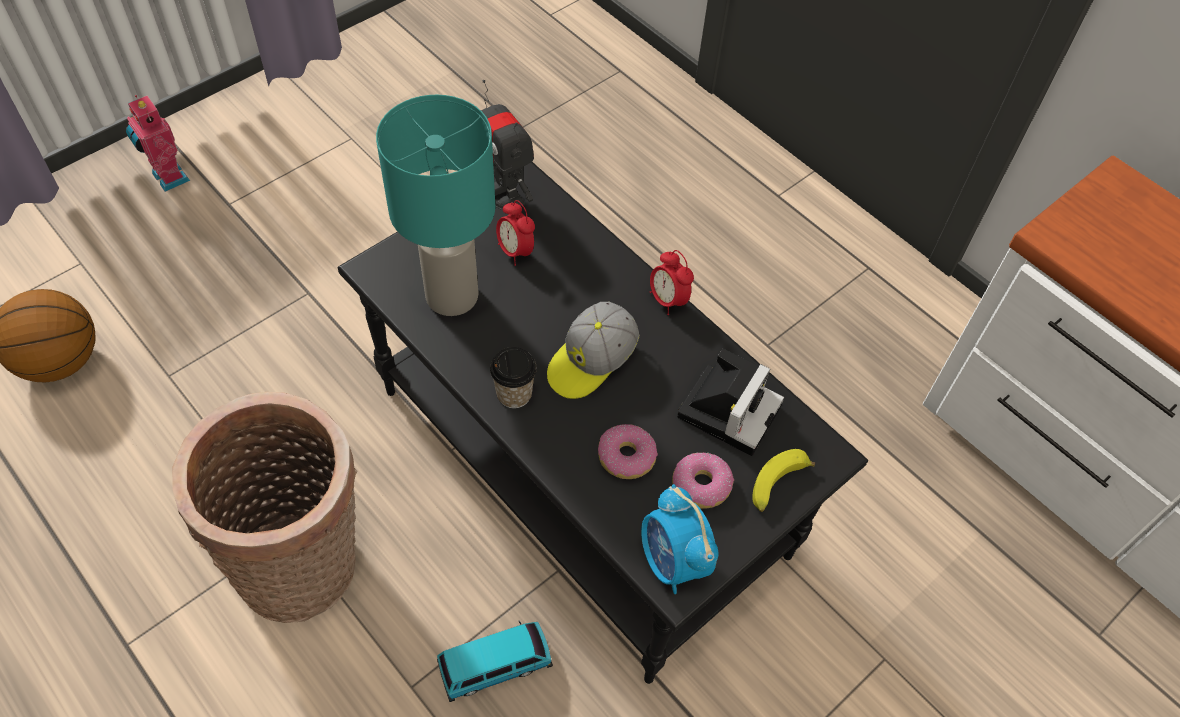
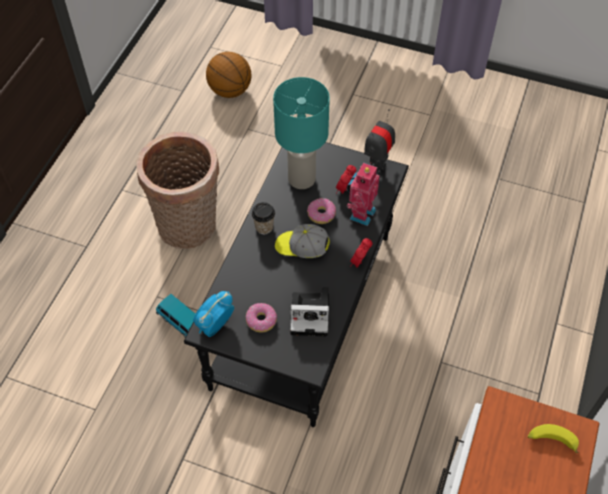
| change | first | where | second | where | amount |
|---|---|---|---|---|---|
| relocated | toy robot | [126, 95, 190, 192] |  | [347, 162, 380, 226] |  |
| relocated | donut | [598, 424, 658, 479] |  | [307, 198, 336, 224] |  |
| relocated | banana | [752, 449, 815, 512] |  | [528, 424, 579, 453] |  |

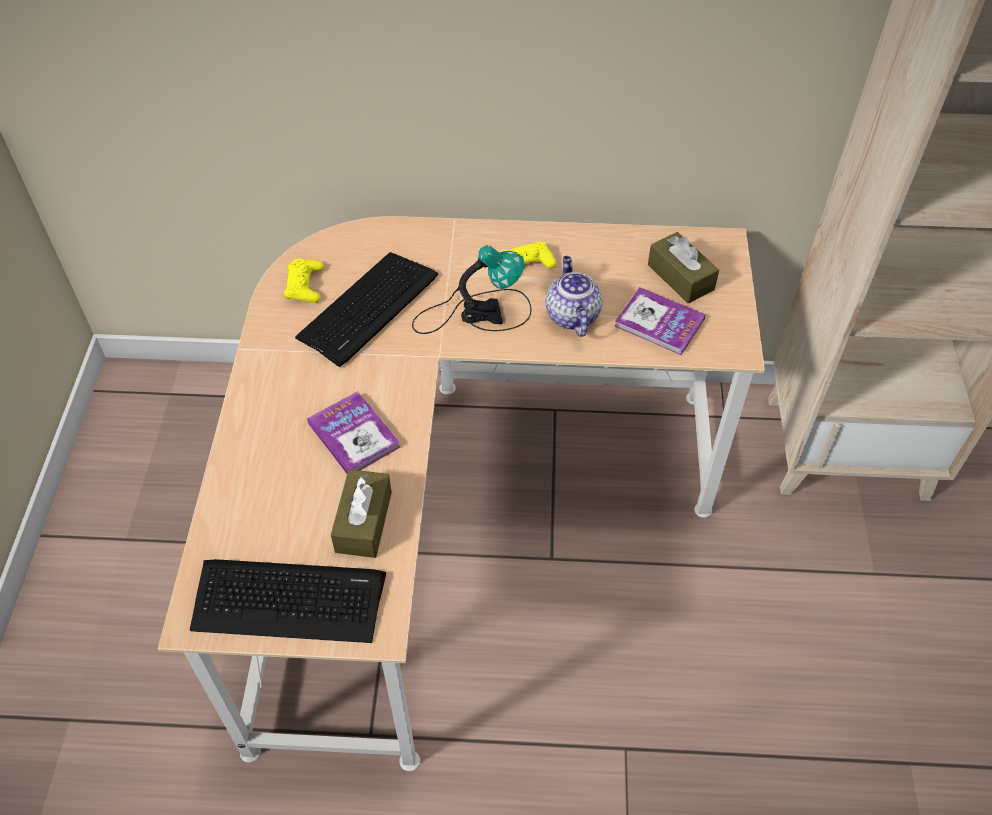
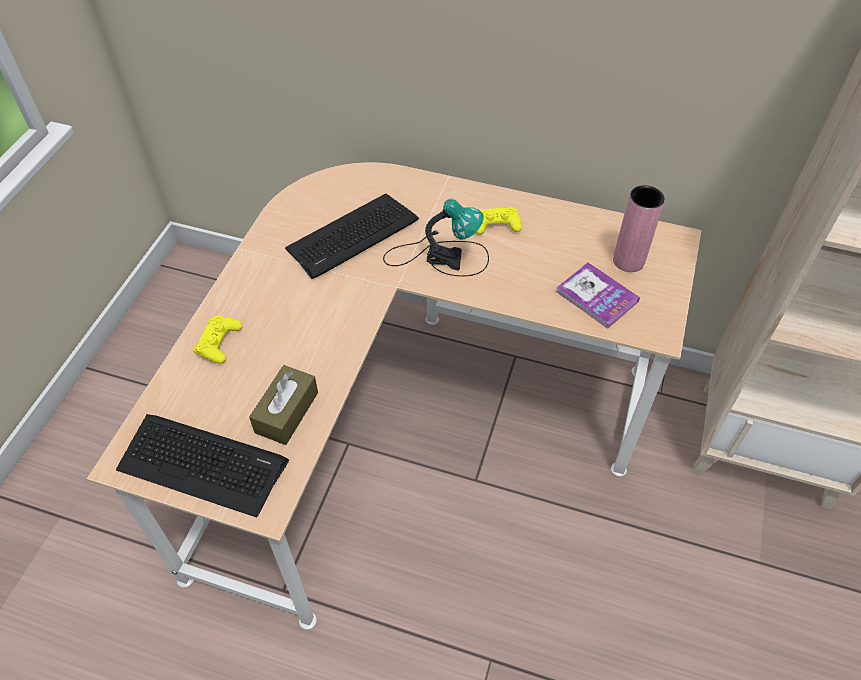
| change | first | where | second | where | amount |
|---|---|---|---|---|---|
| relocated | yellow game controller | [284, 259, 324, 303] |  | [193, 315, 242, 364] |  |
| missing | book | [307, 391, 401, 473] |  |  |  |
| missing | teapot | [546, 256, 603, 337] |  |  |  |
| exchanged | brown tissue box | [648, 232, 719, 303] | pink vase | [613, 185, 665, 272] |  |

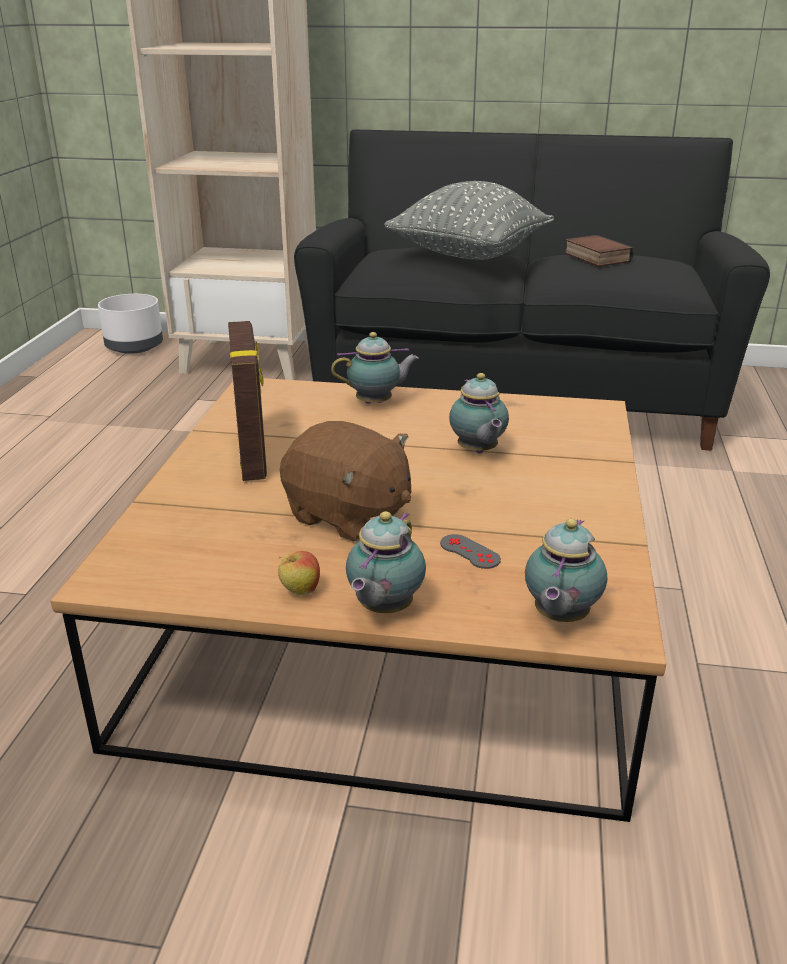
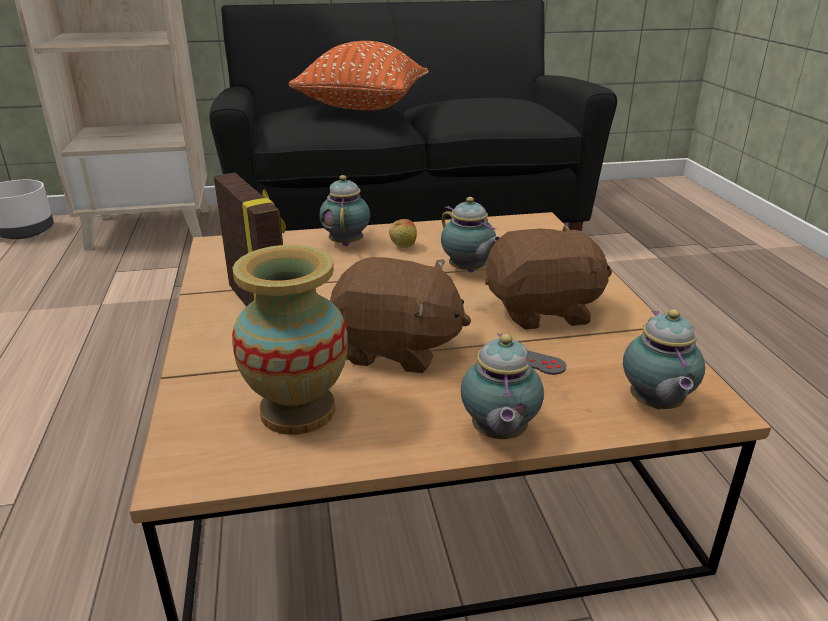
| change | first | where | second | where | amount |
|---|---|---|---|---|---|
| relocated | apple | [278, 551, 320, 595] |  | [389, 219, 417, 248] |  |
| spun | teapot | [331, 332, 419, 404] |  | [319, 175, 370, 246] | 60 degrees counterclockwise |
| colour | grey pillow | [384, 181, 554, 260] | orange pillow | [288, 41, 429, 110] |  |
| missing | book | [564, 235, 633, 267] |  |  |  |
| appeared |  |  | vase | [232, 245, 348, 435] |  |
| appeared |  |  | brown plush toy | [485, 225, 612, 330] |  |

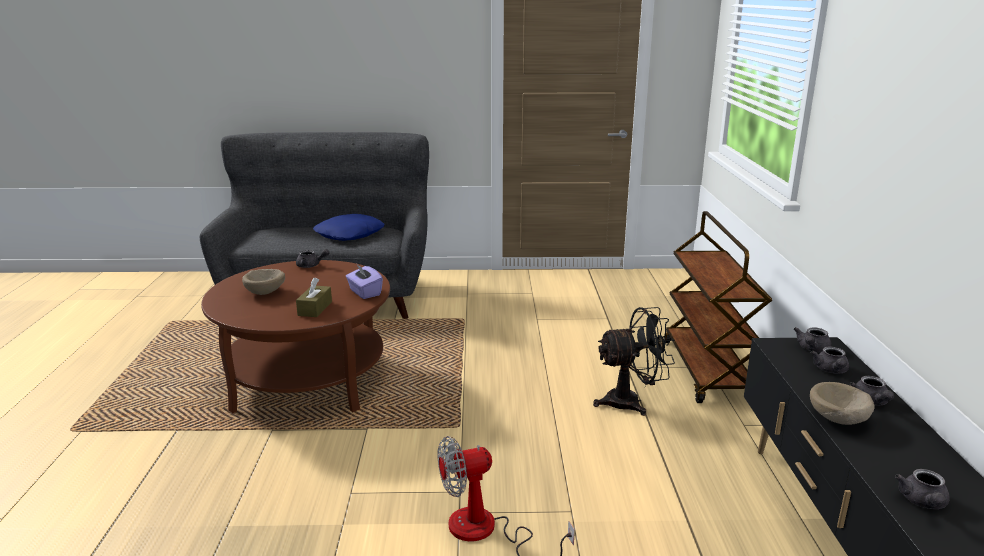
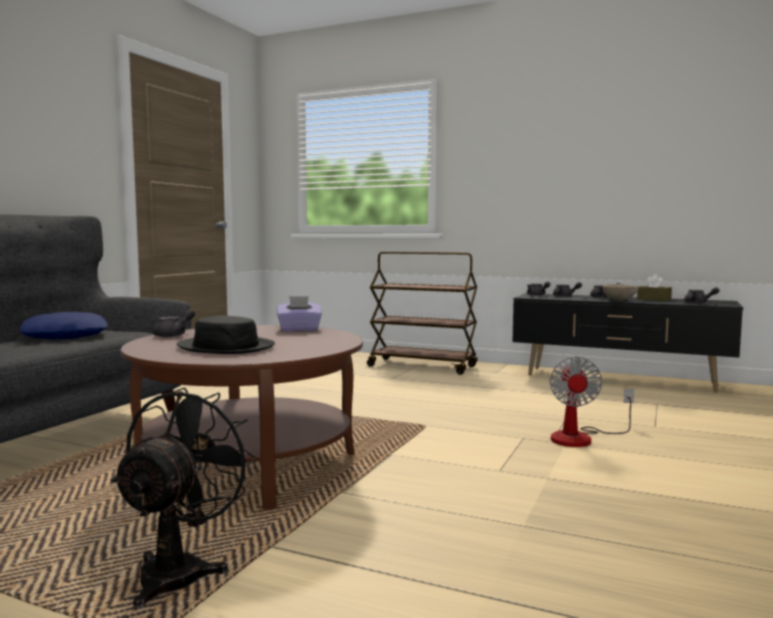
| change | first | where | second | where | amount |
|---|---|---|---|---|---|
| exchanged | beige bowl | [242, 269, 285, 295] | black hat | [177, 316, 275, 354] |  |
| relocated | brown tissue box | [296, 278, 332, 317] |  | [637, 275, 672, 301] |  |
| relocated | black fan | [593, 307, 675, 416] |  | [111, 388, 257, 609] |  |

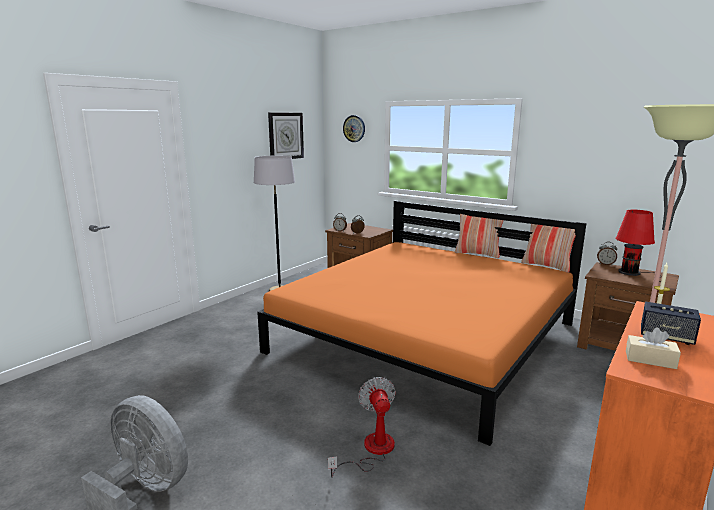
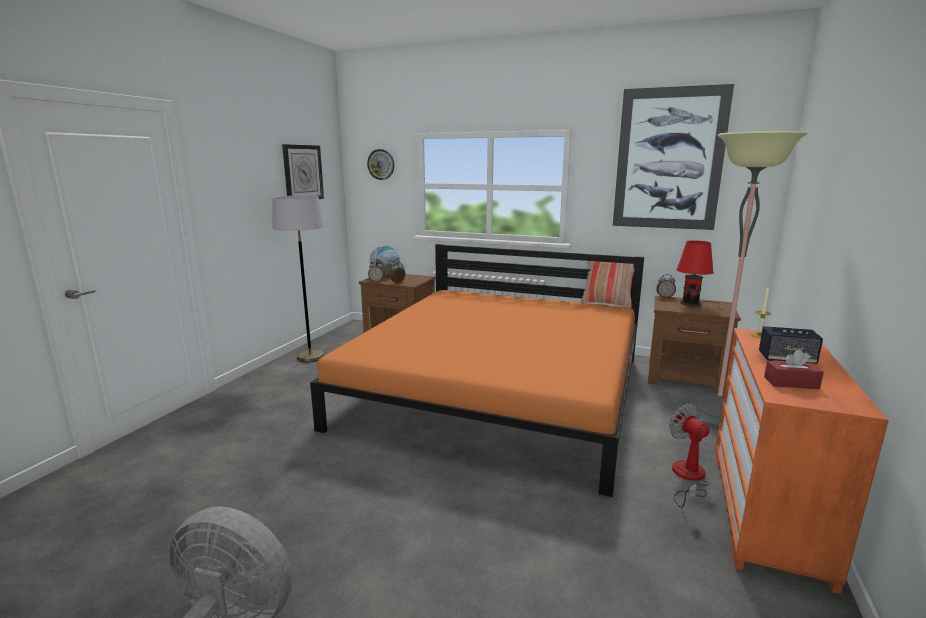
| change | first | where | second | where | amount |
|---|---|---|---|---|---|
| relocated | fan | [328, 377, 396, 478] |  | [669, 404, 710, 508] |  |
| missing | pillow | [455, 214, 504, 258] |  |  |  |
| colour | beige tissue box | [626, 327, 681, 369] | red tissue box | [764, 350, 824, 389] |  |
| appeared |  |  | globe | [370, 246, 400, 276] |  |
| appeared |  |  | picture | [613, 84, 734, 230] |  |

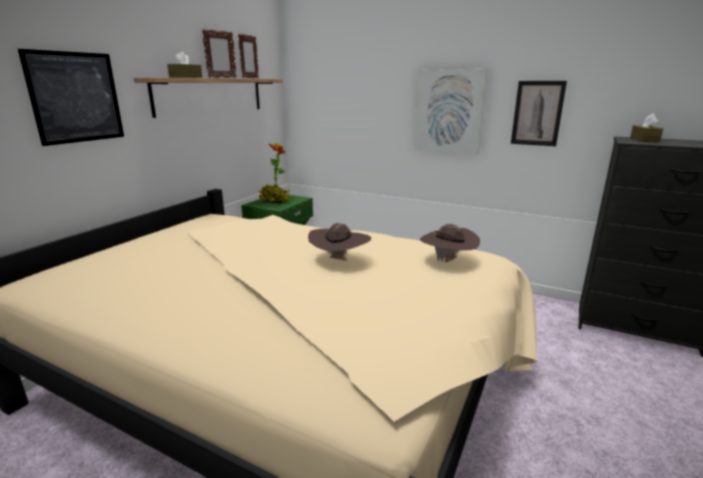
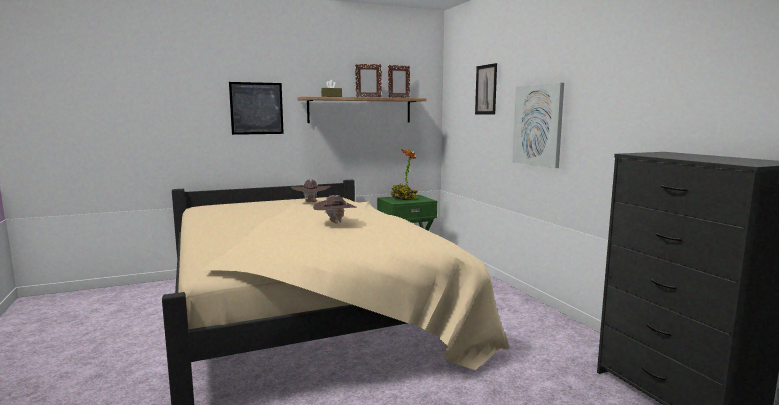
| change | first | where | second | where | amount |
|---|---|---|---|---|---|
| relocated | brown hat | [420, 224, 480, 262] |  | [291, 179, 331, 202] |  |
| relocated | picture | [511, 81, 567, 146] |  | [475, 63, 497, 115] |  |
| missing | brown tissue box | [630, 113, 663, 143] |  |  |  |

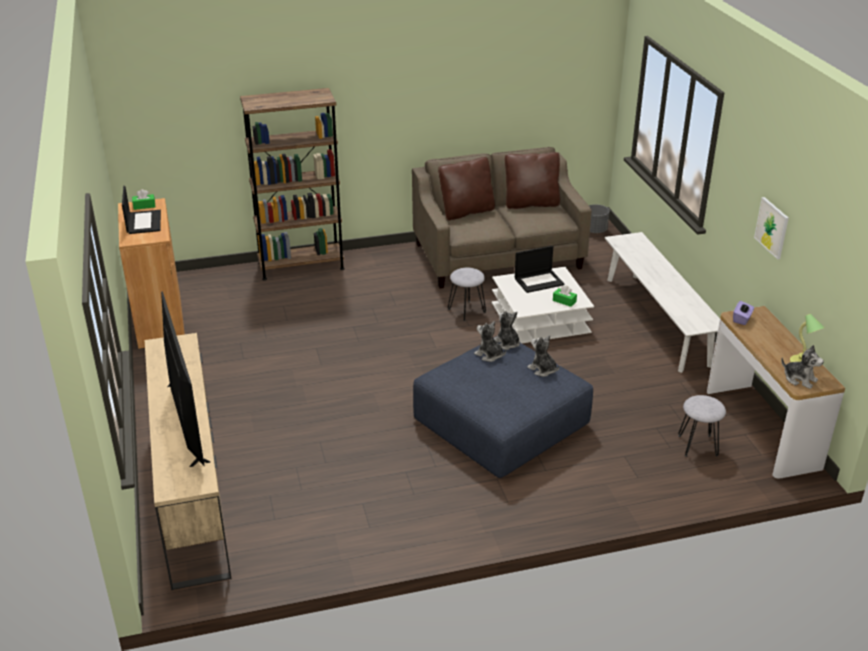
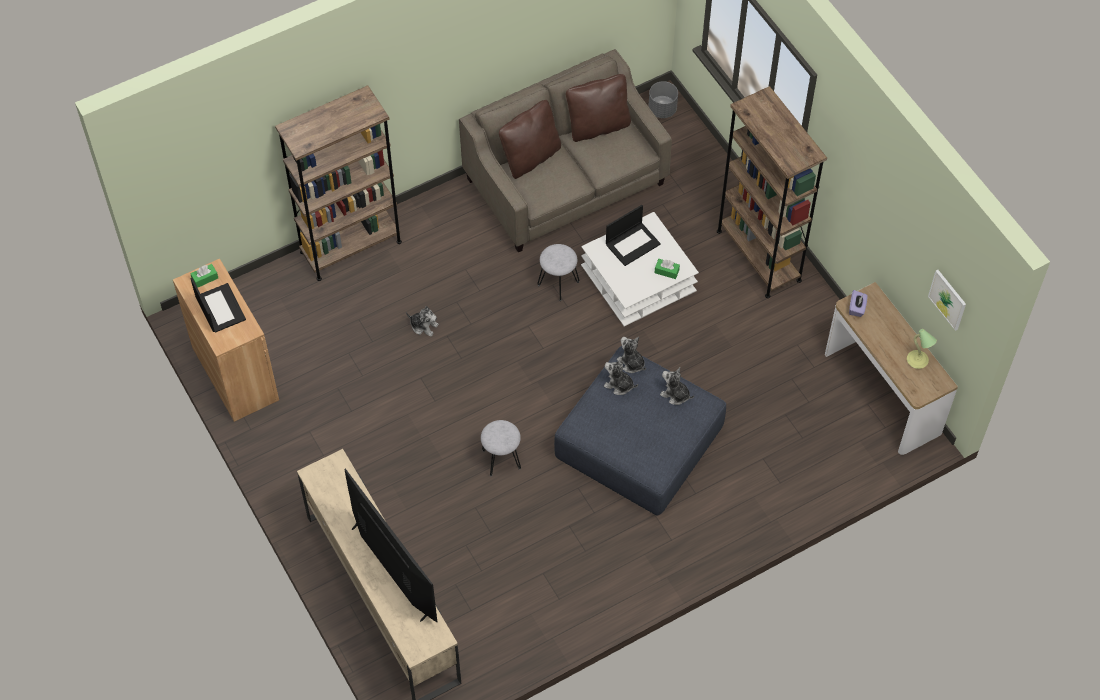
| change | first | where | second | where | amount |
|---|---|---|---|---|---|
| exchanged | white bench | [605, 232, 720, 373] | brown bookcase | [717, 86, 827, 298] |  |
| relocated | grey stool | [678, 395, 726, 457] |  | [481, 420, 521, 477] |  |
| relocated | picture | [754, 197, 789, 259] |  | [928, 270, 966, 331] |  |
| relocated | plush toy | [781, 345, 824, 389] |  | [406, 306, 439, 337] |  |

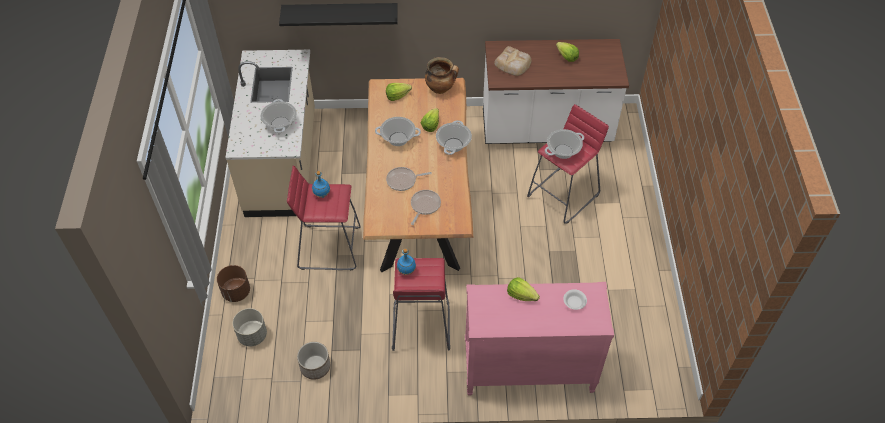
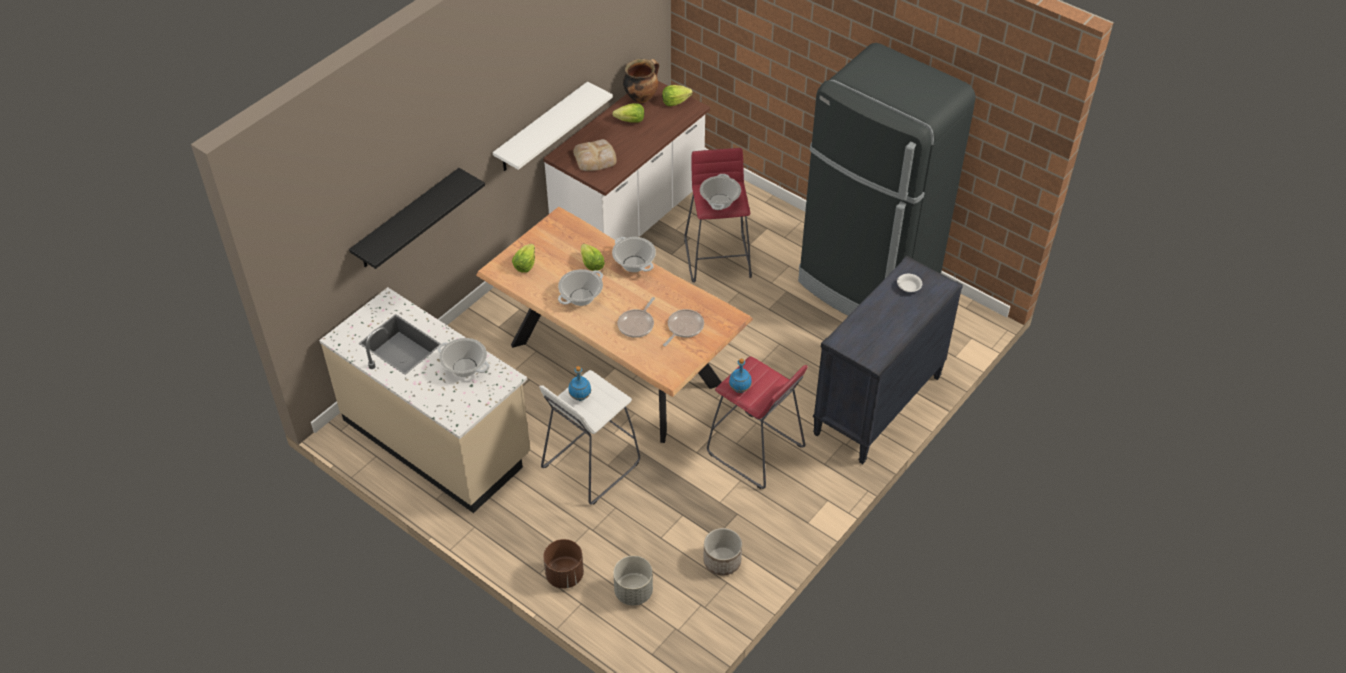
| change | first | where | second | where | amount |
|---|---|---|---|---|---|
| colour | red stool | [287, 165, 361, 270] | white stool | [539, 370, 640, 505] |  |
| spun | frying pan | [411, 190, 441, 225] |  | [663, 309, 704, 347] | 60 degrees clockwise |
| relocated | cooking pot | [425, 57, 459, 94] |  | [623, 59, 659, 103] |  |
| colour | pink dresser | [465, 282, 614, 396] | black dresser | [813, 256, 963, 464] |  |
| relocated | lettuce | [507, 277, 540, 301] |  | [662, 85, 693, 106] |  |
| appeared |  |  | white shelf | [493, 81, 613, 171] |  |
| appeared |  |  | black fridge | [798, 43, 975, 316] |  |

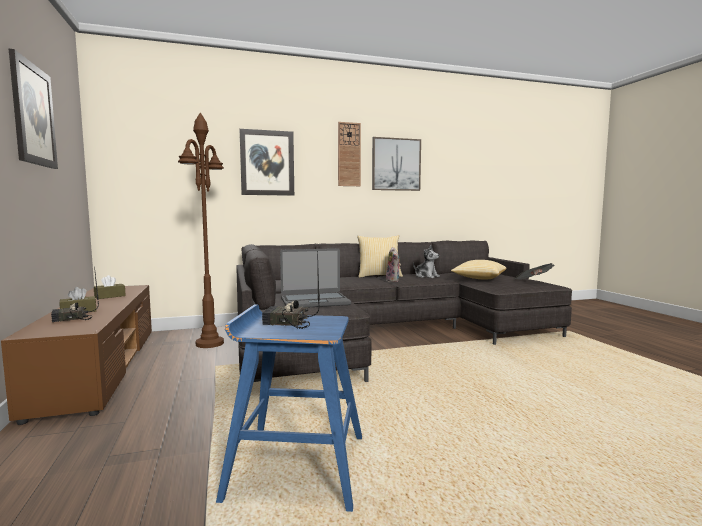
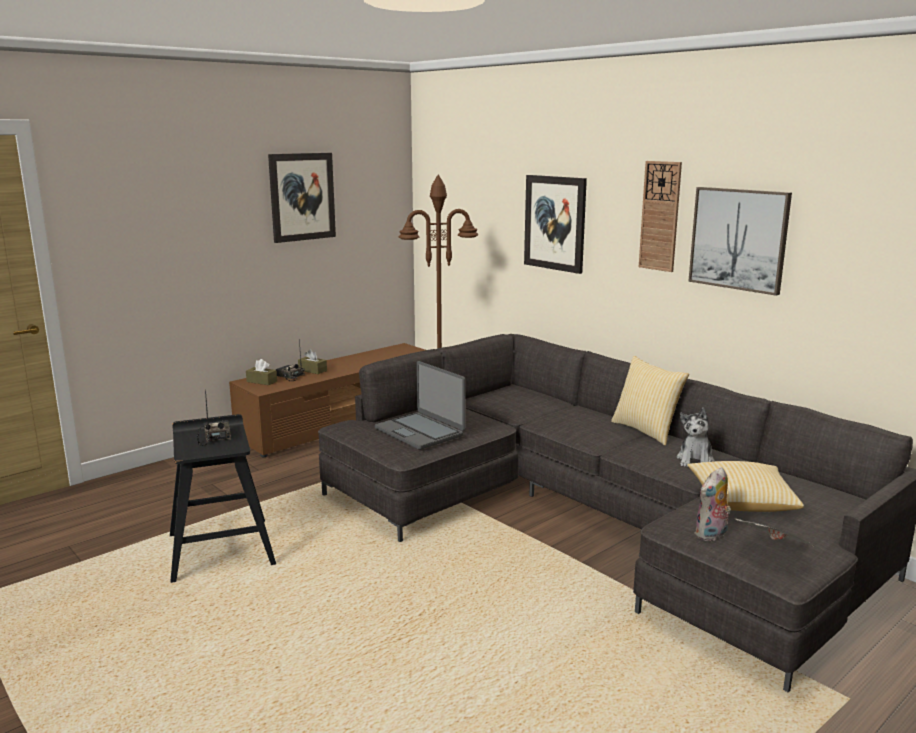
| change | first | where | second | where | amount |
|---|---|---|---|---|---|
| relocated | brown tissue box | [94, 275, 126, 299] |  | [246, 359, 277, 385] |  |
| colour | blue stool | [216, 304, 362, 512] | black stool | [170, 414, 276, 583] |  |
| relocated | plush toy | [386, 247, 401, 282] |  | [695, 467, 731, 541] |  |

